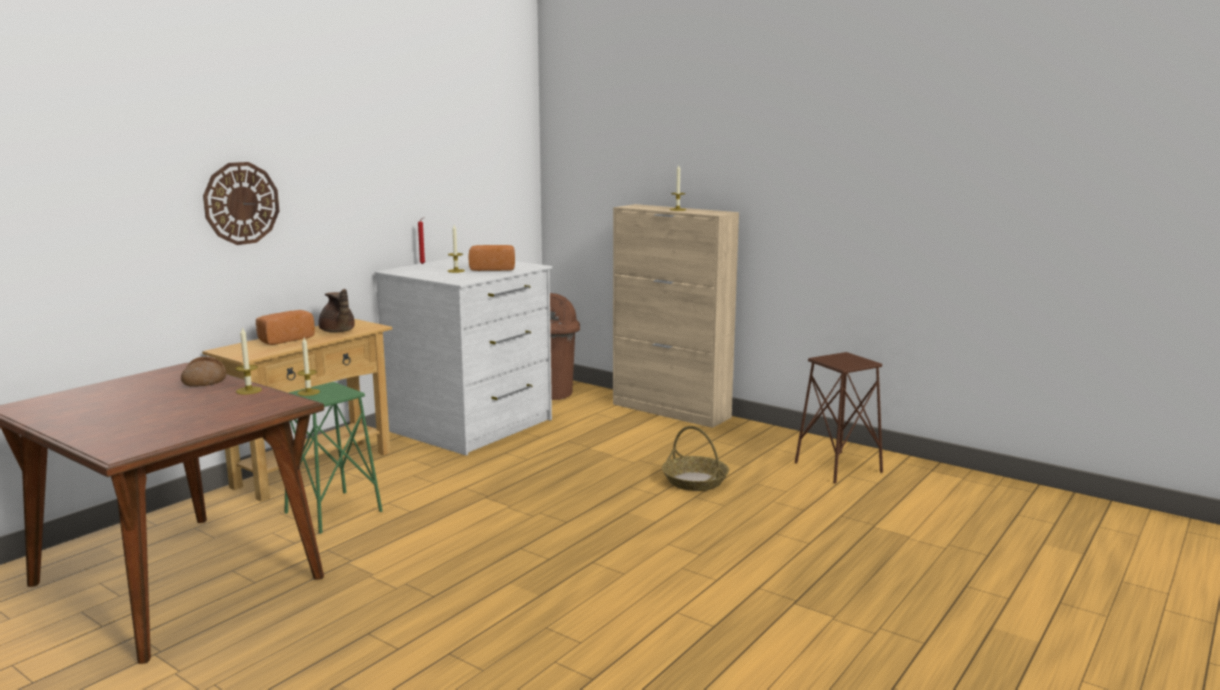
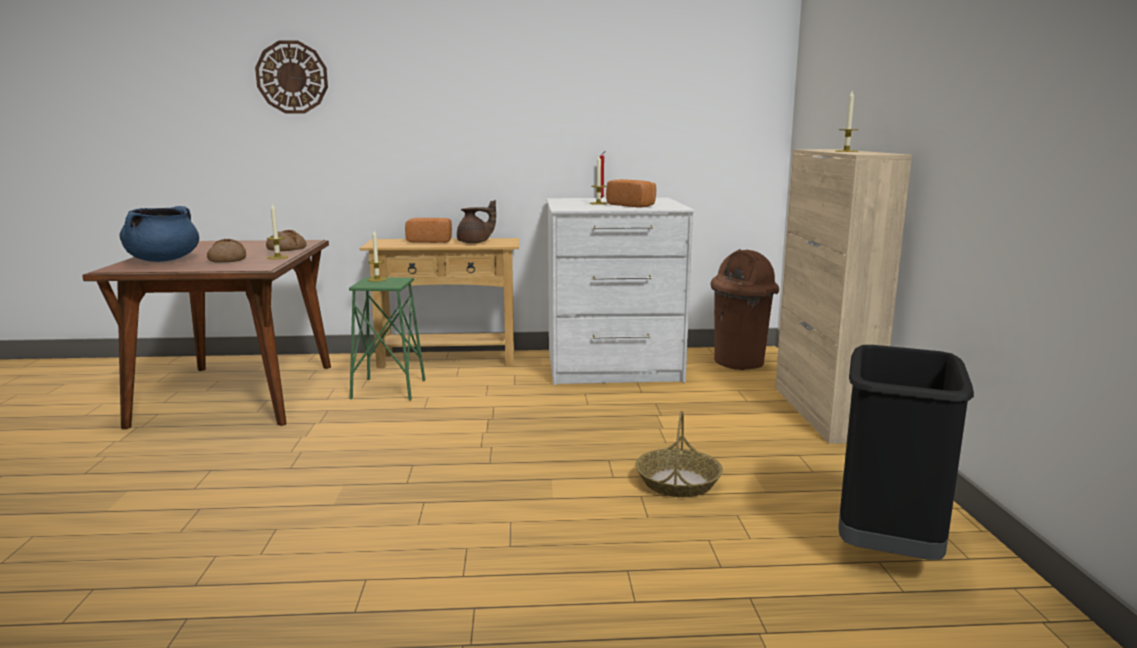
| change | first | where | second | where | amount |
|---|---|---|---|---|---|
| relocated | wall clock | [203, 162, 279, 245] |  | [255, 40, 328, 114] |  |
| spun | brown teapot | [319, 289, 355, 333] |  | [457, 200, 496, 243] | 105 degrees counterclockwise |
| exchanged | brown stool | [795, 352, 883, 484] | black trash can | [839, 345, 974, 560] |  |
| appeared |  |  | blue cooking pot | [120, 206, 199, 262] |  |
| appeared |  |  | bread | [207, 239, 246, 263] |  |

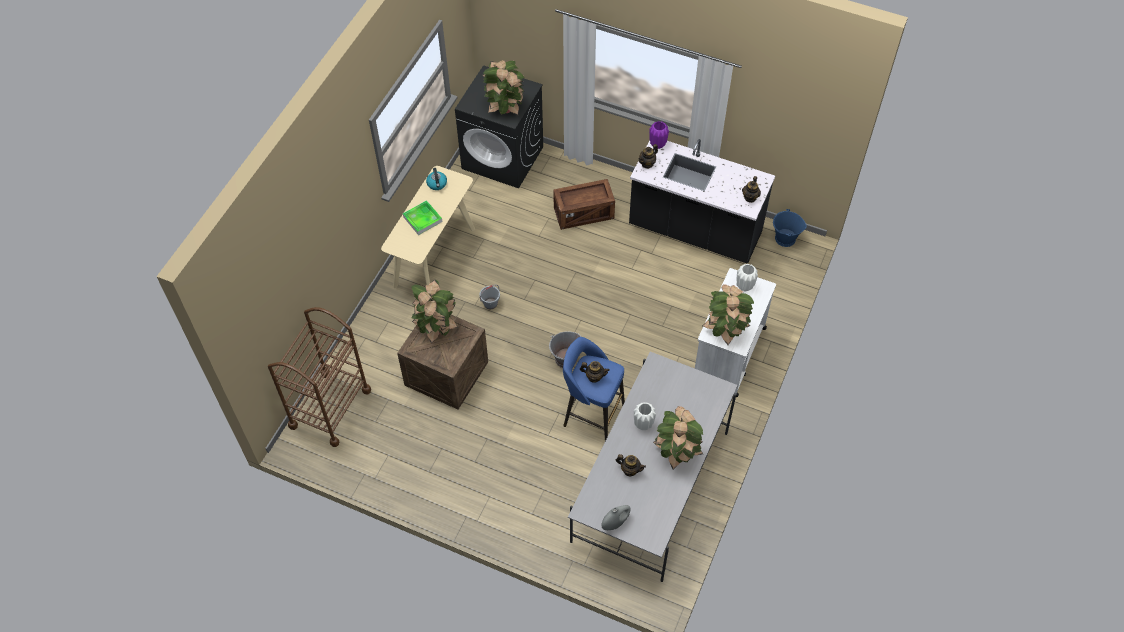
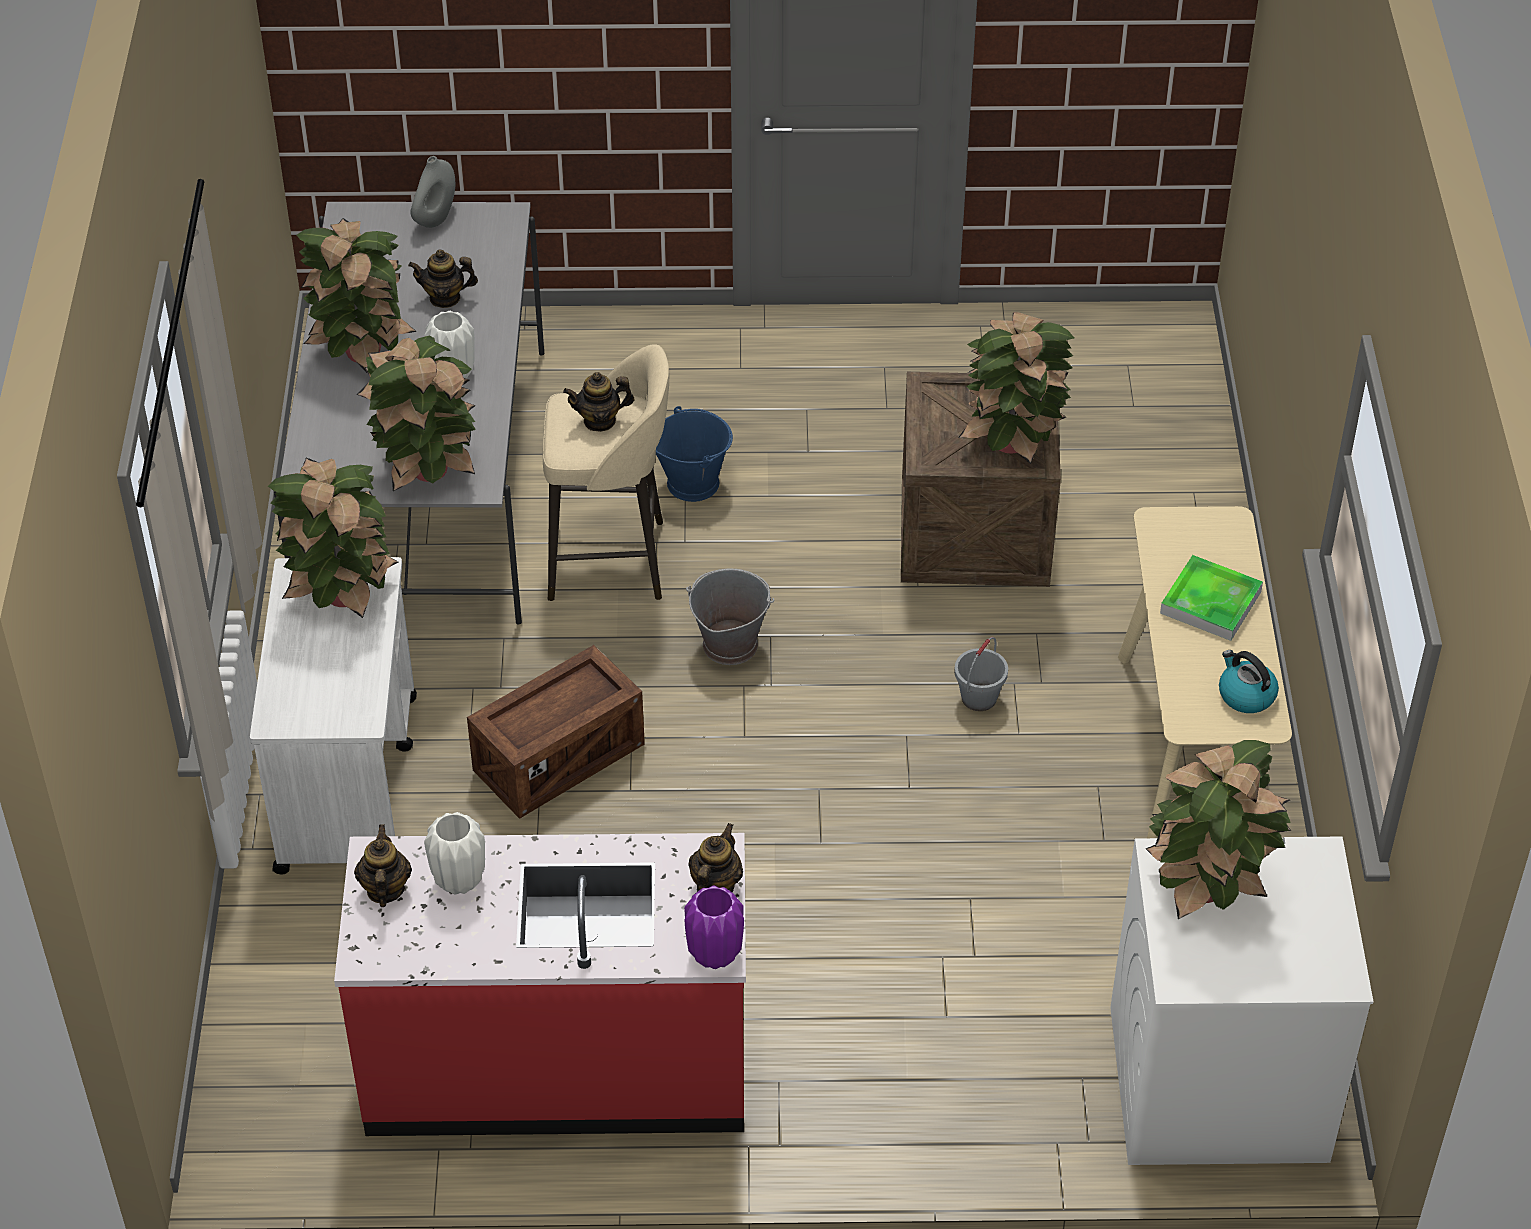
| change | first | where | second | where | amount |
|---|---|---|---|---|---|
| missing | brown cart | [268, 307, 371, 447] |  |  |  |
| colour | black washing machine | [455, 65, 543, 188] | white washing machine | [1111, 837, 1374, 1165] |  |
| relocated | crate | [553, 179, 615, 230] |  | [467, 645, 645, 819] |  |
| colour | blue stool | [563, 337, 625, 441] | beige stool | [543, 344, 669, 601] |  |
| colour | black counter | [629, 139, 775, 263] | red counter | [334, 833, 746, 1136] |  |
| relocated | white vase | [736, 264, 758, 291] |  | [424, 812, 485, 895] |  |
| relocated | blue bucket | [773, 209, 807, 247] |  | [656, 406, 733, 502] |  |
| appeared |  |  | potted plant | [356, 336, 476, 491] |  |

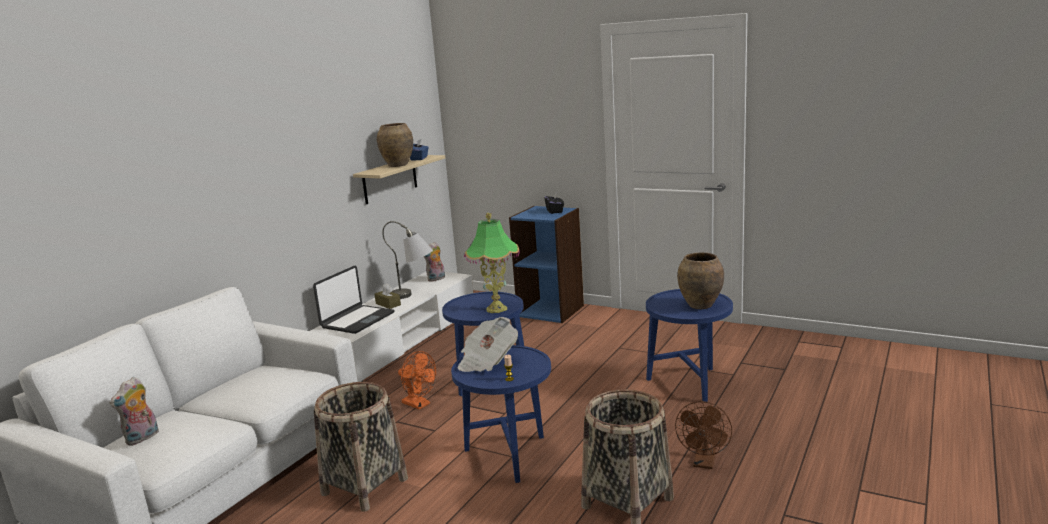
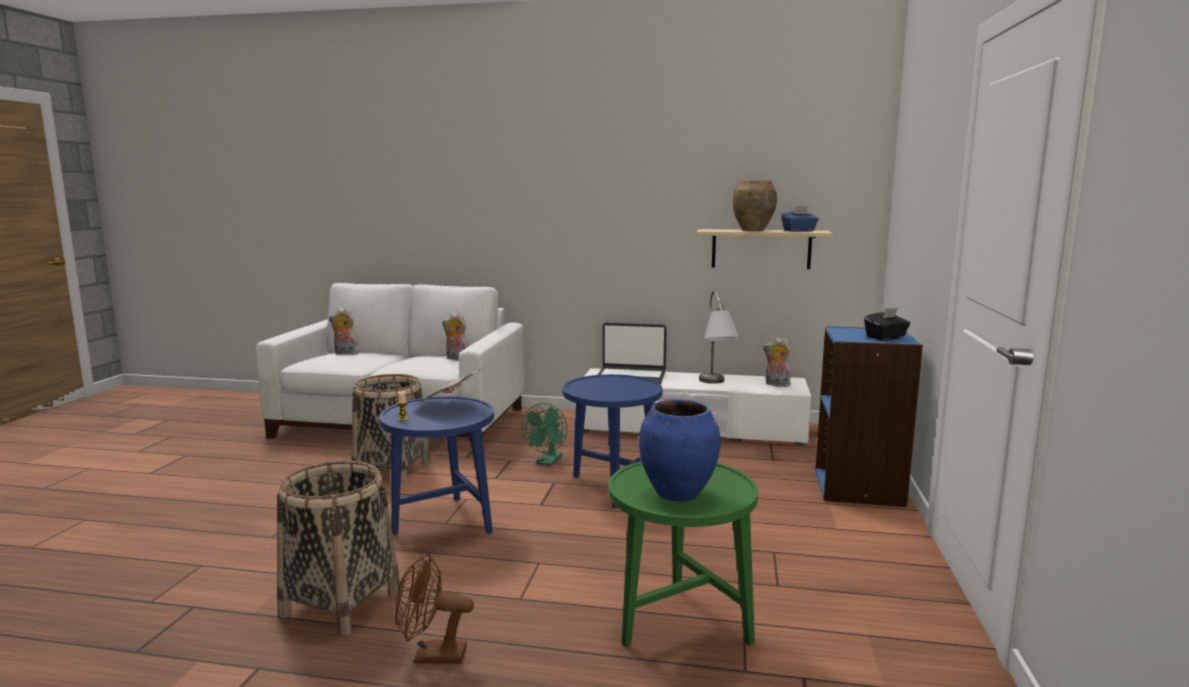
| change | first | where | second | where | amount |
|---|---|---|---|---|---|
| missing | brown tissue box | [374, 284, 401, 309] |  |  |  |
| colour | orange fan | [398, 351, 436, 410] | green fan | [522, 403, 567, 466] |  |
| missing | table lamp | [464, 213, 520, 313] |  |  |  |
| colour | blue side table | [646, 289, 733, 402] | green side table | [609, 461, 758, 648] |  |
| colour | brown vase | [677, 252, 724, 309] | blue vase | [639, 399, 721, 502] |  |
| appeared |  |  | plush toy | [442, 312, 469, 361] |  |

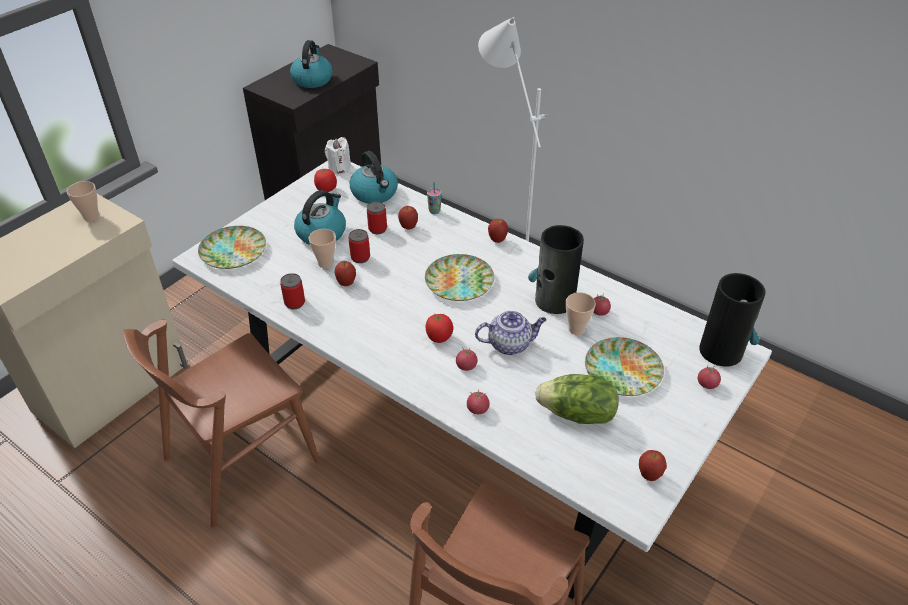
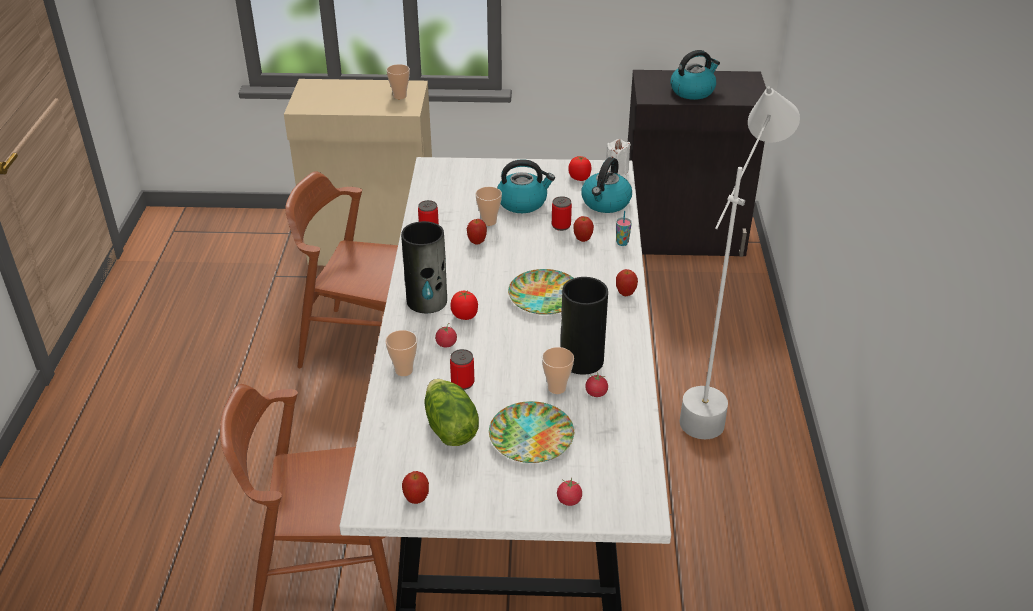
| change | first | where | second | where | amount |
|---|---|---|---|---|---|
| missing | plate | [198, 226, 266, 269] |  |  |  |
| relocated | can | [349, 229, 370, 263] |  | [450, 349, 474, 390] |  |
| exchanged | tomato | [467, 389, 490, 414] | cup | [386, 330, 417, 376] |  |
| missing | teapot | [475, 311, 547, 355] |  |  |  |
| relocated | vase | [699, 273, 766, 367] |  | [401, 221, 447, 313] |  |

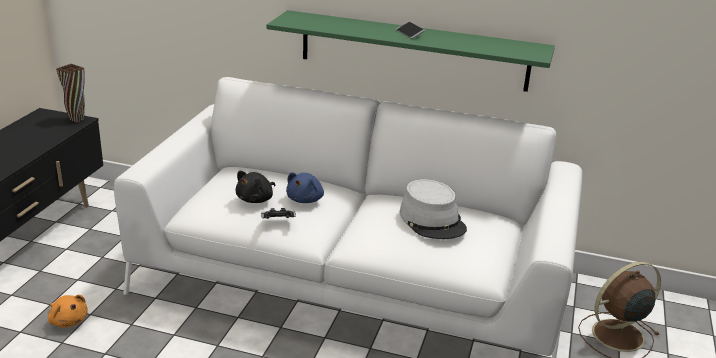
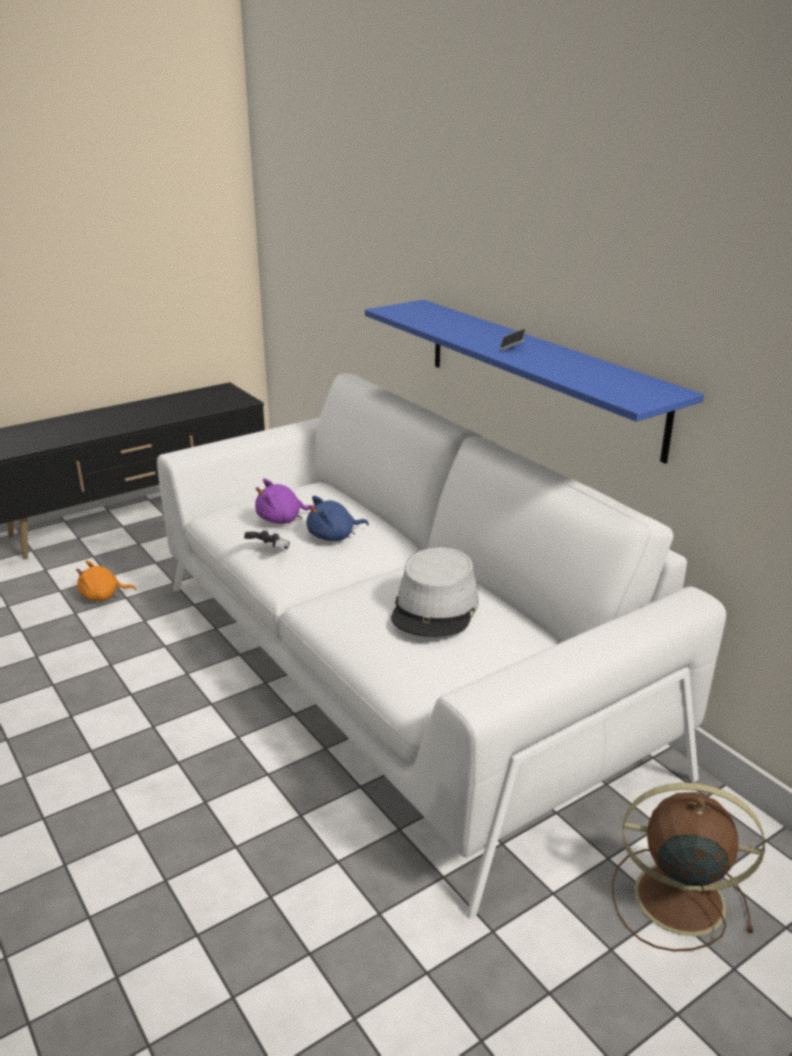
| change | first | where | second | where | amount |
|---|---|---|---|---|---|
| spun | orange plush toy | [48, 295, 88, 328] |  | [76, 560, 136, 601] | 90 degrees clockwise |
| missing | brown vase | [56, 64, 85, 123] |  |  |  |
| colour | black plush toy | [236, 171, 275, 203] | purple plush toy | [255, 478, 315, 524] |  |
| colour | green shelf | [267, 10, 555, 92] | blue shelf | [365, 300, 704, 464] |  |

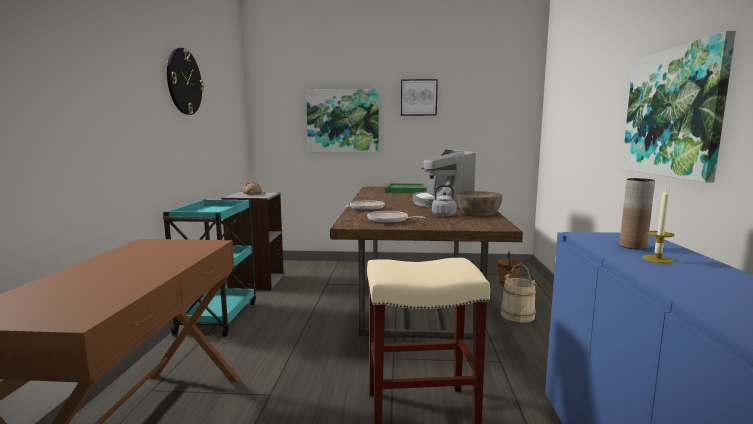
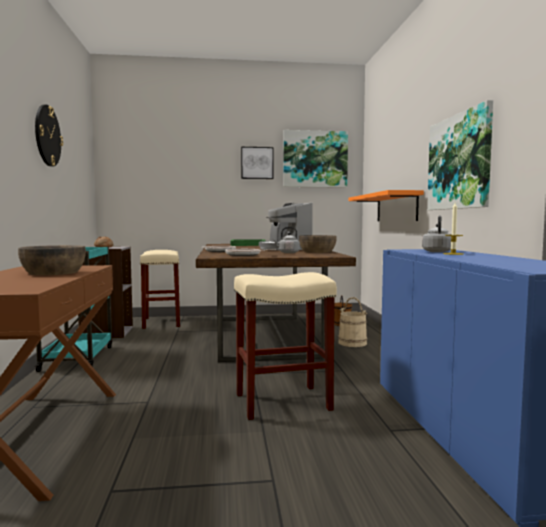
| change | first | where | second | where | amount |
|---|---|---|---|---|---|
| relocated | picture | [306, 89, 379, 152] |  | [283, 130, 348, 188] |  |
| exchanged | brown vase | [620, 178, 655, 250] | grey kettle | [422, 216, 451, 252] |  |
| appeared |  |  | brown bowl | [18, 245, 86, 275] |  |
| appeared |  |  | beige stool | [140, 250, 180, 329] |  |
| appeared |  |  | orange shelf | [349, 190, 424, 221] |  |

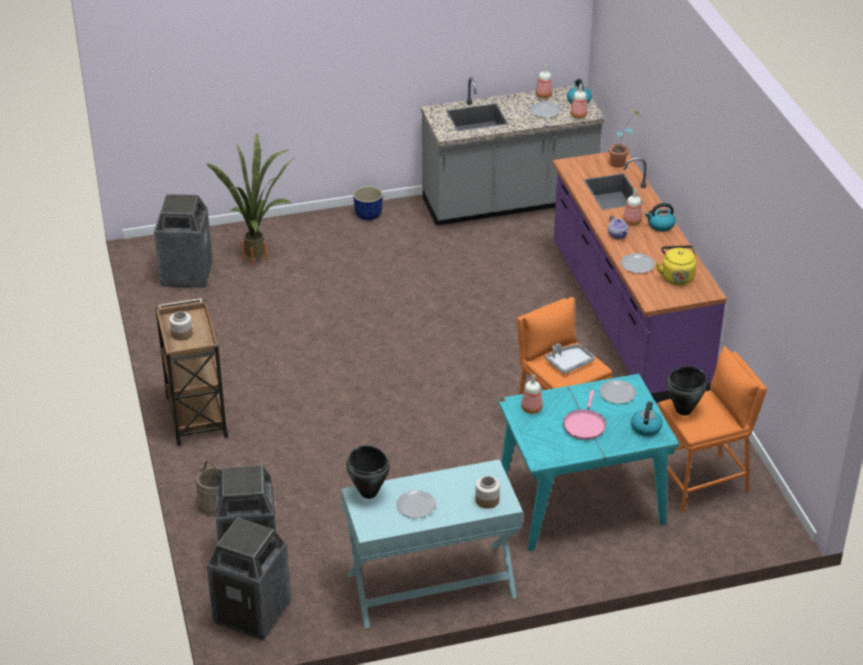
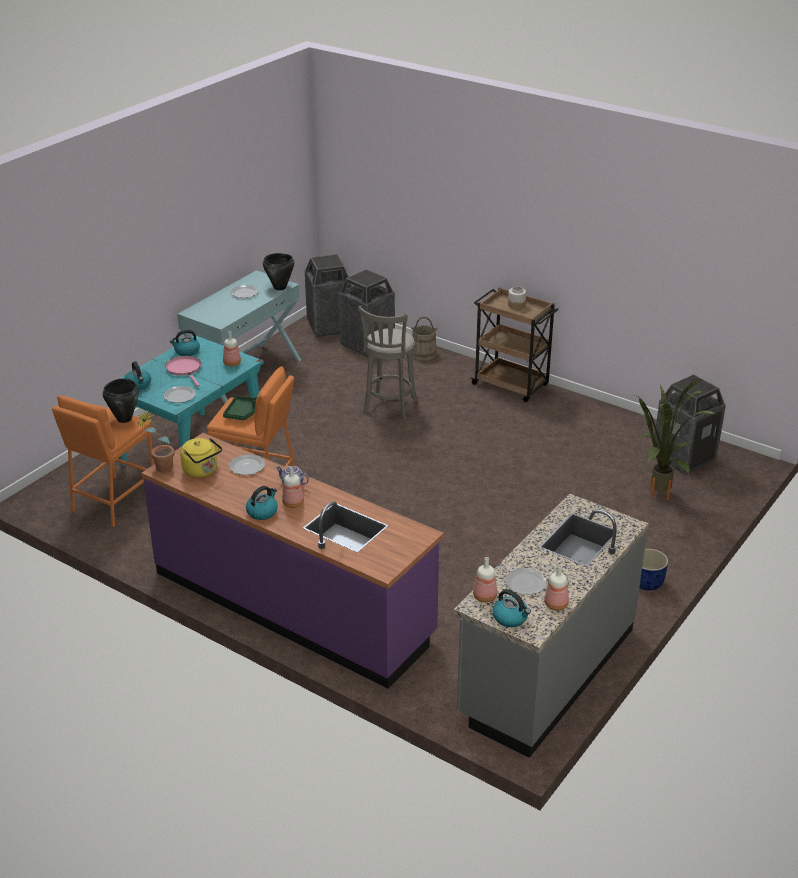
| change | first | where | second | where | amount |
|---|---|---|---|---|---|
| missing | jar | [475, 476, 500, 509] |  |  |  |
| colour | grey tray | [545, 344, 595, 374] | green tray | [223, 395, 257, 420] |  |
| relocated | potted plant | [609, 108, 641, 168] |  | [138, 411, 174, 472] |  |
| appeared |  |  | kettle | [170, 330, 200, 356] |  |
| appeared |  |  | grey stool | [358, 306, 418, 420] |  |

